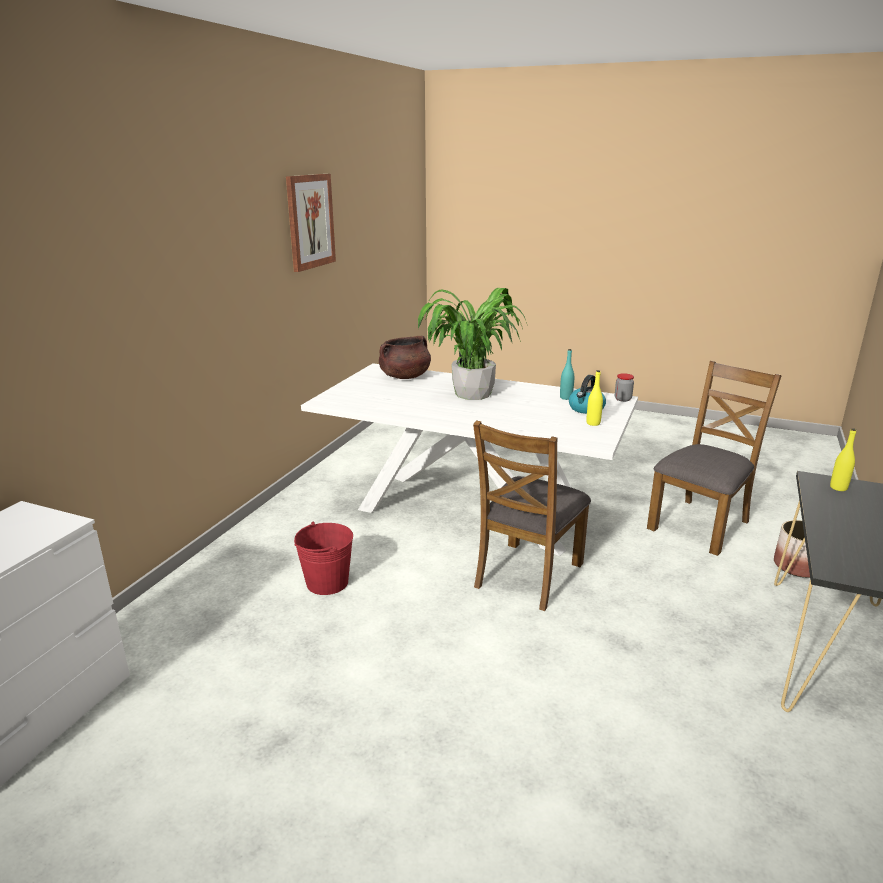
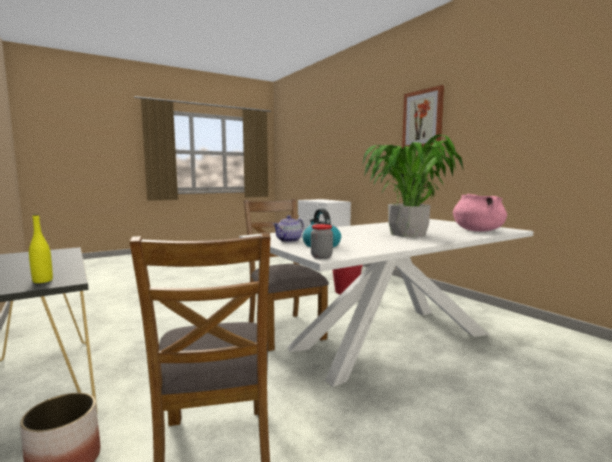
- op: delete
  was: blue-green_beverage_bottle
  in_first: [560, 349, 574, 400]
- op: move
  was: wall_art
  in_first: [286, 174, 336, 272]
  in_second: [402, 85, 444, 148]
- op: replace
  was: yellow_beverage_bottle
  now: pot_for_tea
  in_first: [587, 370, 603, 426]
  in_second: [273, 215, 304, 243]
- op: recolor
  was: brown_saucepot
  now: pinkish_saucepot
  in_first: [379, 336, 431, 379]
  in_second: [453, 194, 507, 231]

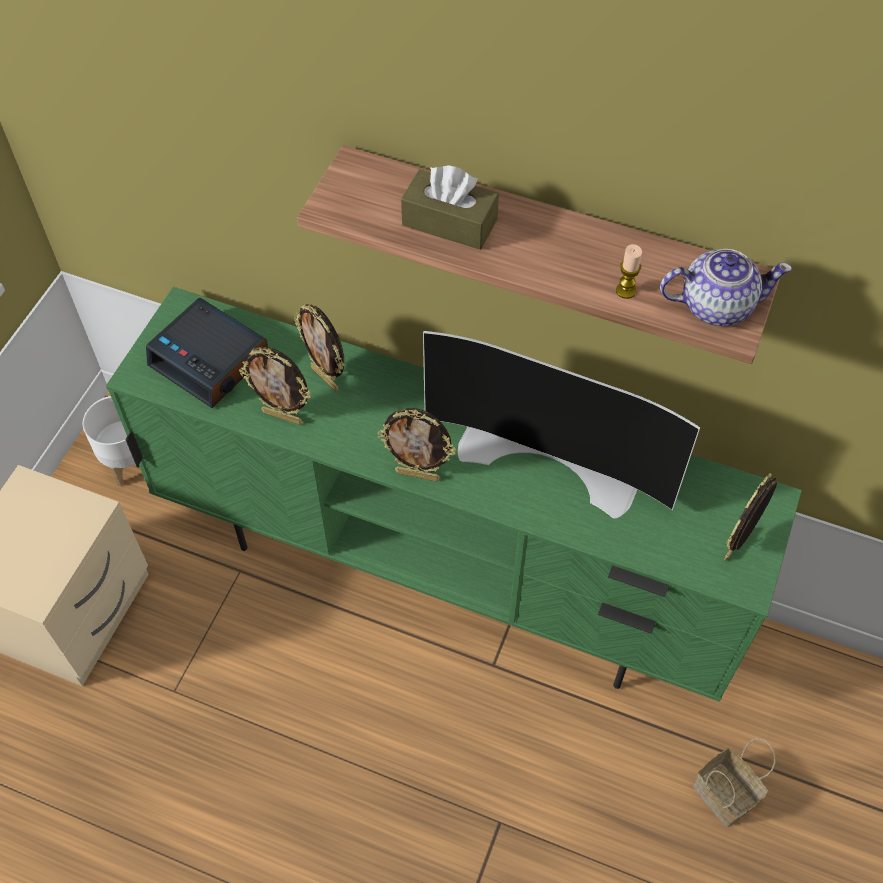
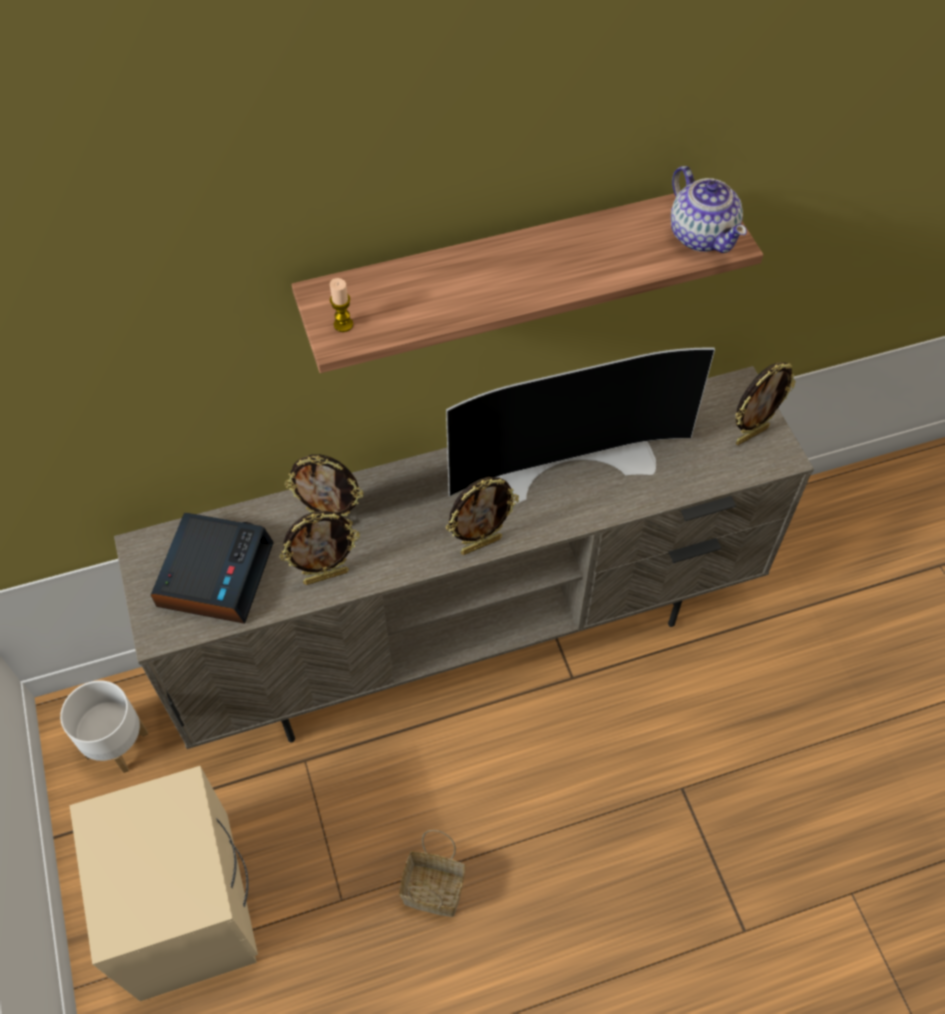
- op: delete
  was: brown_tissue_holder
  in_first: [401, 165, 499, 250]
- op: move
  was: wax_light
  in_first: [616, 244, 642, 299]
  in_second: [330, 278, 353, 332]
- op: move
  was: basket
  in_first: [693, 738, 776, 827]
  in_second: [399, 830, 465, 917]
- op: recolor
  was: green_media_console
  now: sand-coloured_media_console
  in_first: [106, 287, 802, 702]
  in_second: [114, 366, 814, 749]
- op: rotate
  was: bedside_clock
  in_first: [146, 298, 268, 408]
  in_second: [151, 513, 274, 624]
  clockwise: -75
- op: rotate
  was: pot_for_tea
  in_first: [660, 249, 792, 326]
  in_second: [671, 166, 747, 253]
  clockwise: 105
- op: rotate
  was: photo_frame
  in_first: [724, 473, 777, 561]
  in_second: [735, 362, 796, 445]
  clockwise: -120

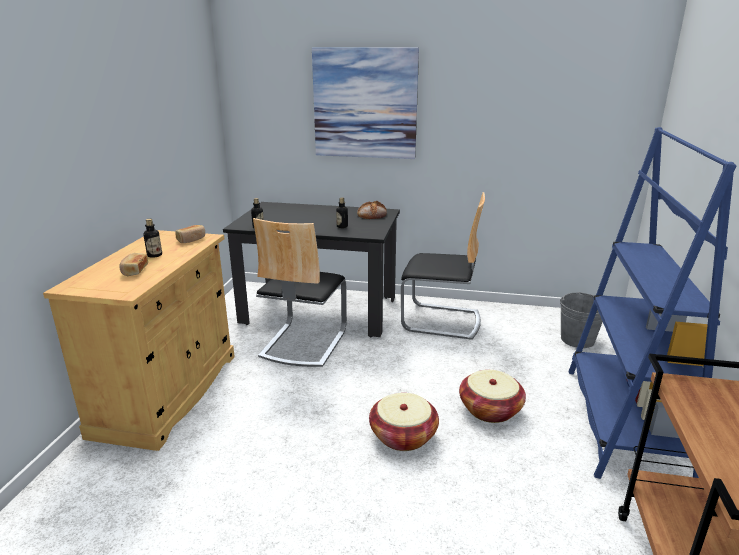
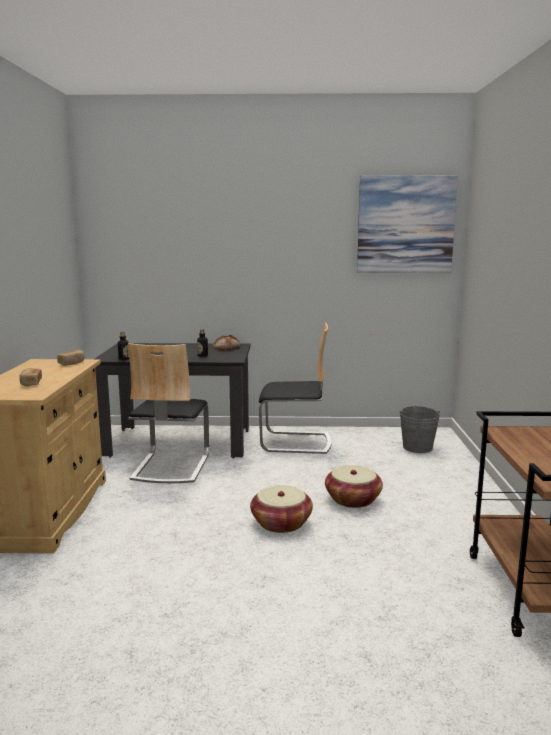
- op: delete
  was: beverage_bottle
  in_first: [144, 219, 162, 258]
- op: delete
  was: blue_shelving_unit
  in_first: [568, 127, 736, 479]
- op: move
  was: wall_art
  in_first: [312, 47, 419, 159]
  in_second: [357, 175, 458, 273]

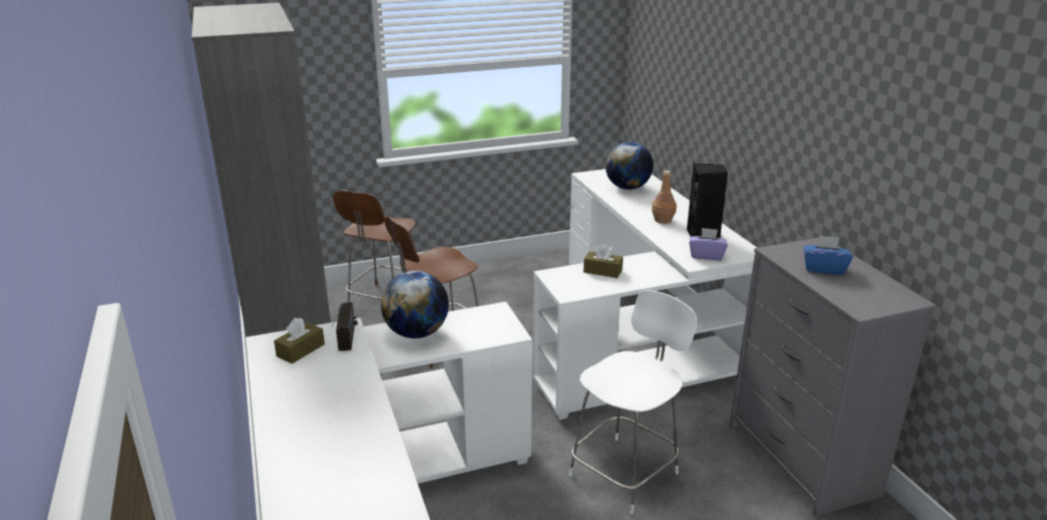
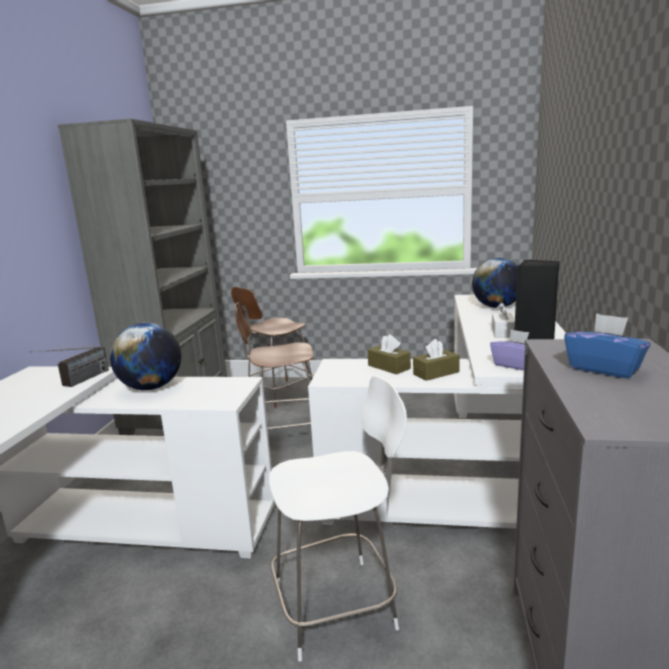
- op: move
  was: brown_tissue_holder
  in_first: [274, 318, 325, 364]
  in_second: [413, 339, 460, 381]
- op: replace
  was: brown_beverage_bottle
  now: white_tissue_holder
  in_first: [652, 170, 676, 224]
  in_second: [492, 303, 515, 338]

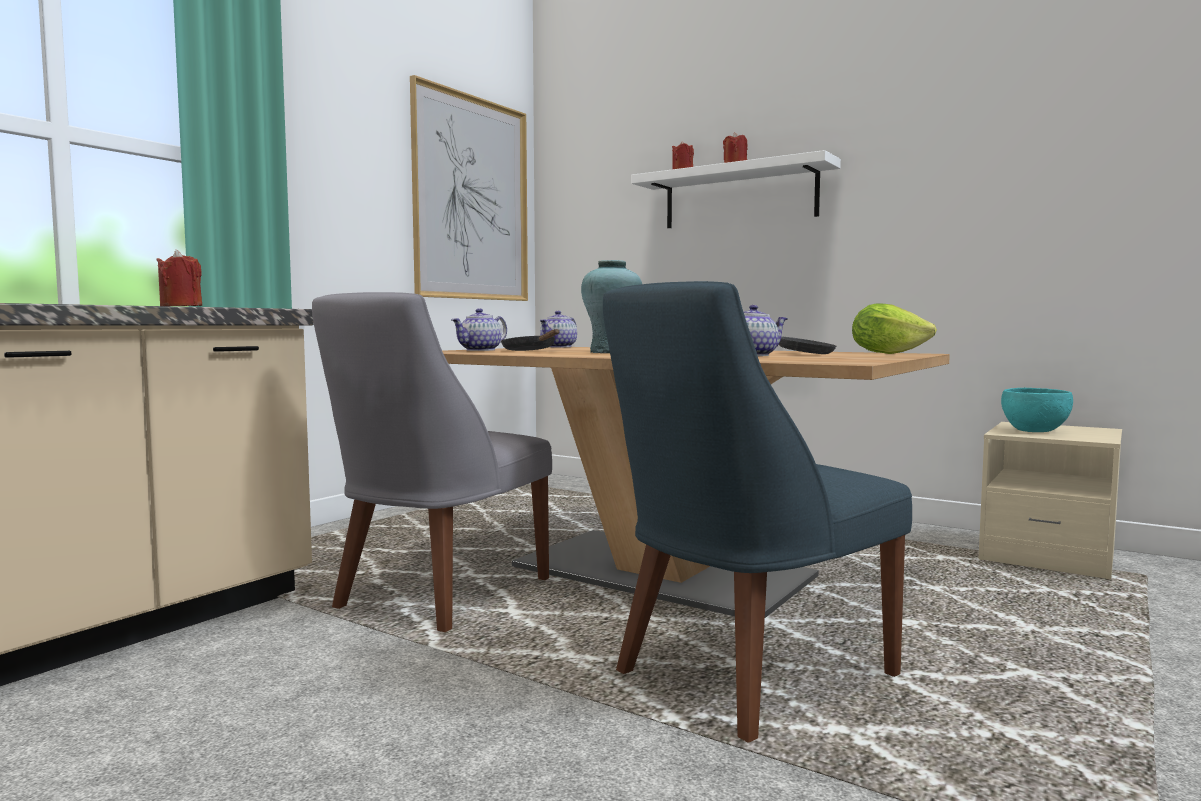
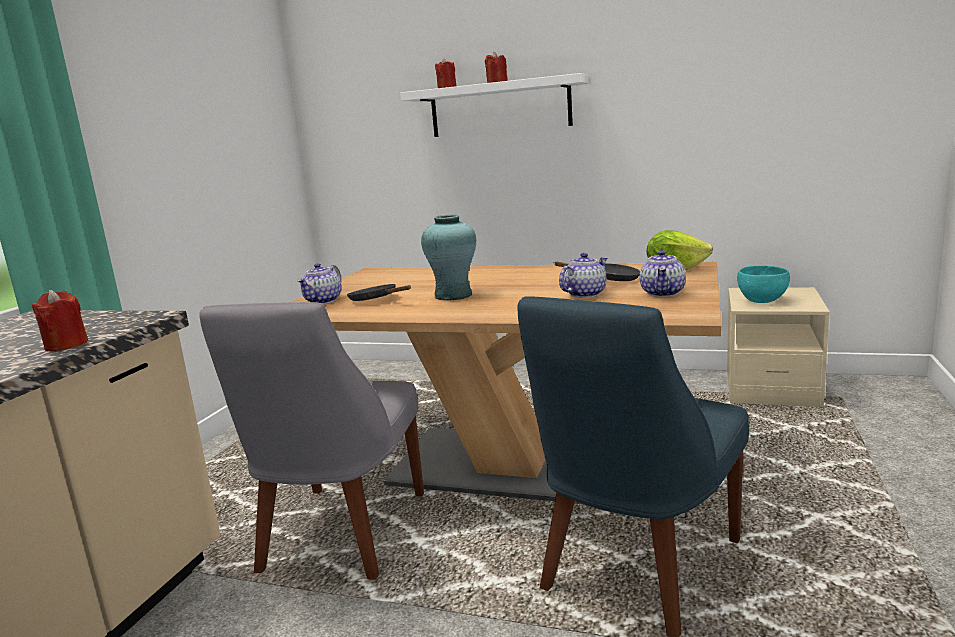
- op: delete
  was: wall_art
  in_first: [410, 75, 528, 301]
- op: move
  was: pot_for_tea
  in_first: [539, 311, 577, 347]
  in_second: [640, 250, 686, 297]

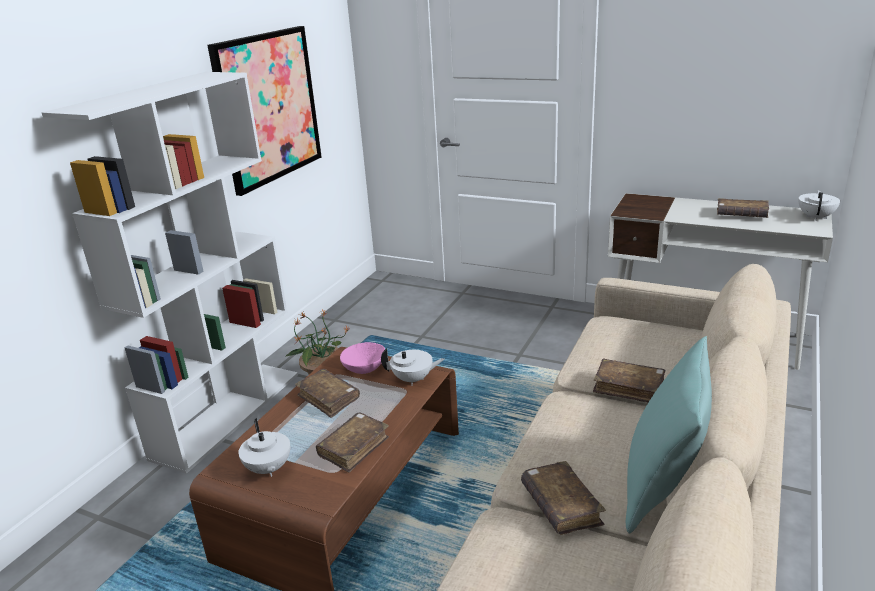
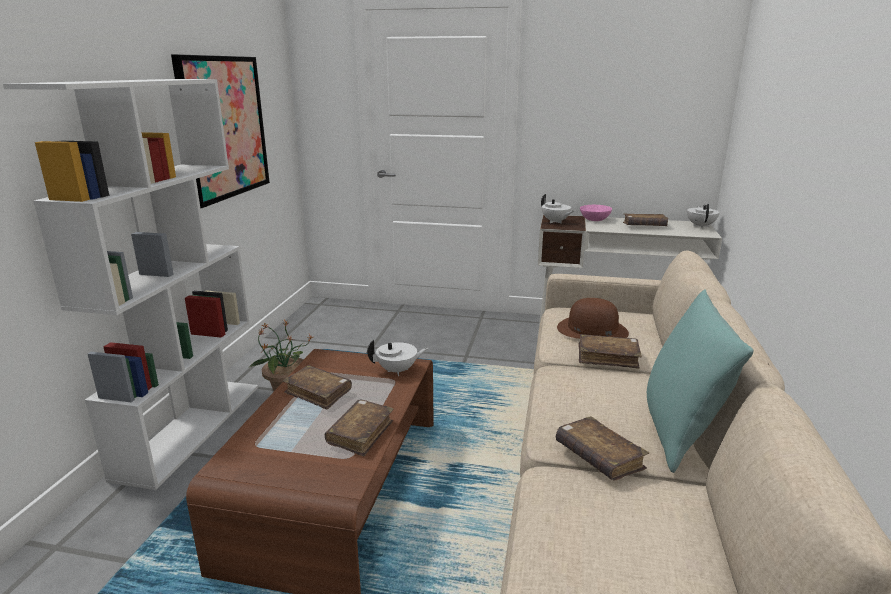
- op: insert
  now: brown_wearable_hat
  in_second: [557, 298, 629, 339]
- op: move
  was: white_pot_for_tea
  in_first: [238, 418, 290, 477]
  in_second: [541, 194, 574, 223]
- op: move
  was: pinkish_deep_dish
  in_first: [340, 342, 385, 374]
  in_second: [580, 205, 612, 221]

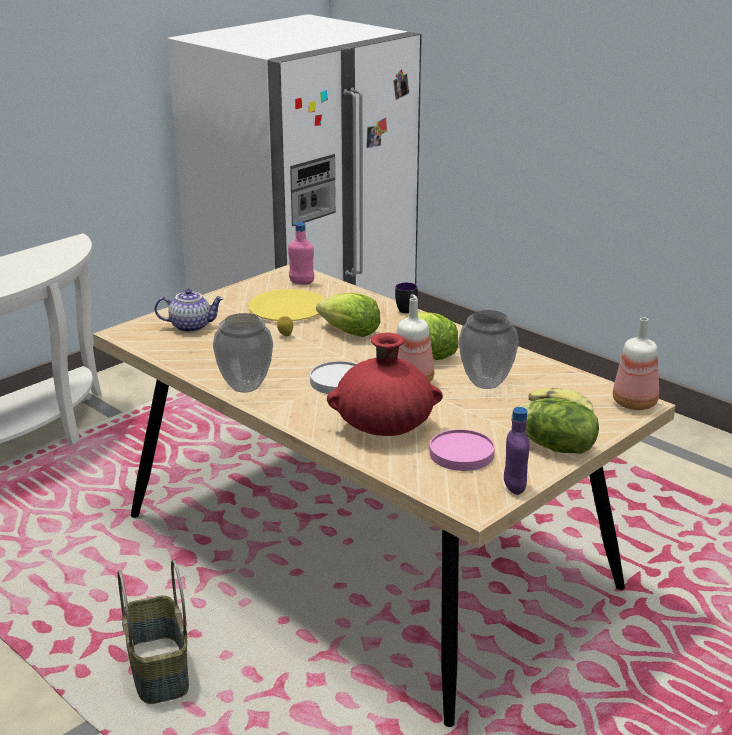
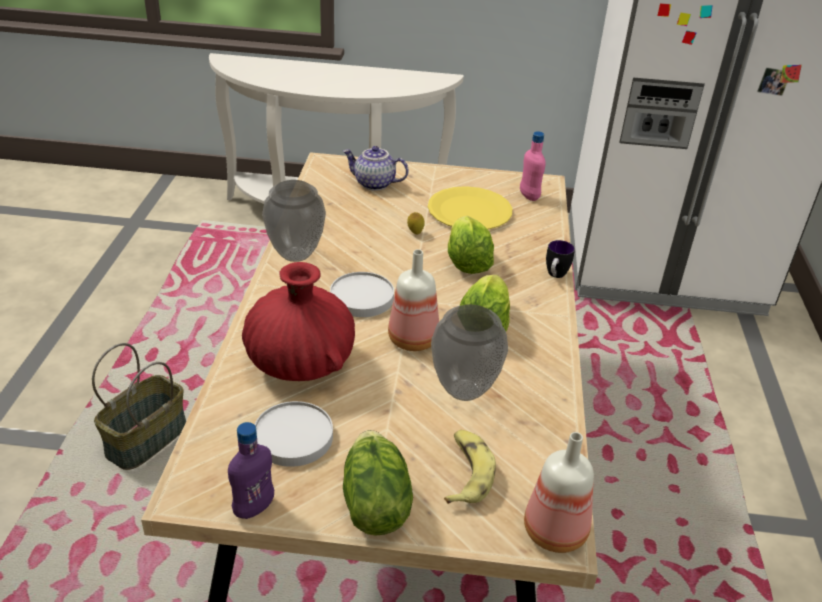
- op: recolor
  was: pinkish_plate
  now: white_plate
  in_first: [429, 429, 495, 471]
  in_second: [254, 401, 333, 467]
- op: rotate
  was: pot_for_tea
  in_first: [154, 289, 224, 333]
  in_second: [343, 146, 409, 191]
  clockwise: 150

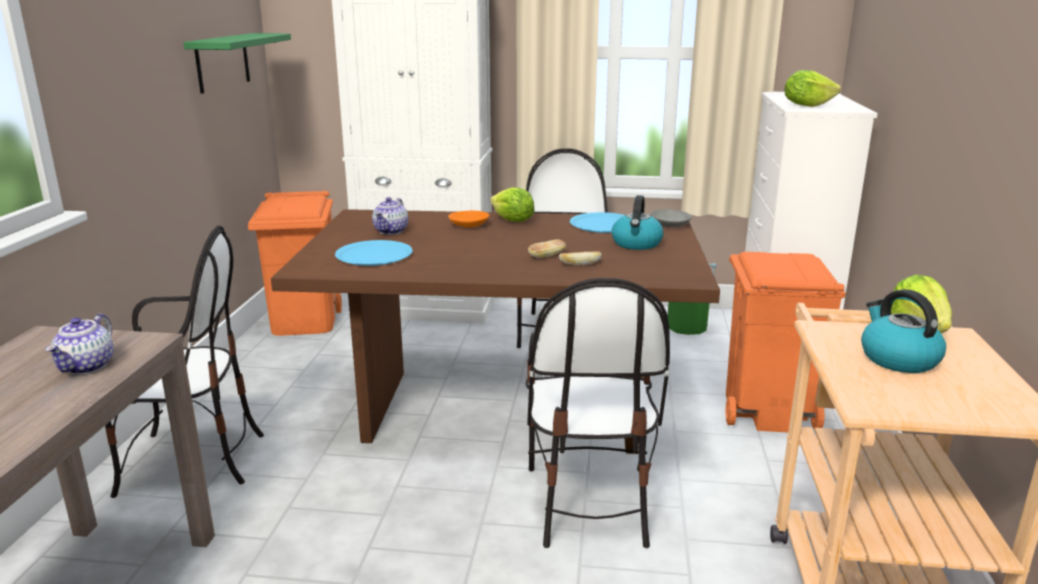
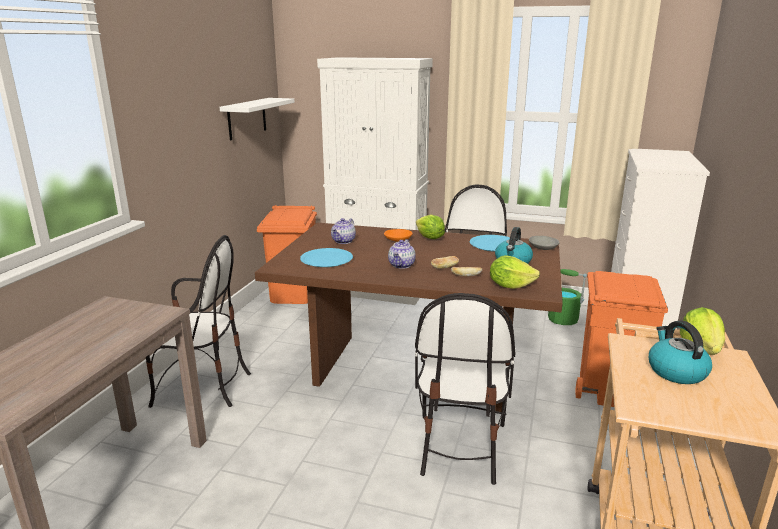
- op: move
  was: pot_for_tea
  in_first: [46, 314, 113, 374]
  in_second: [388, 239, 416, 269]
- op: move
  was: head_of_lettuce
  in_first: [784, 70, 841, 107]
  in_second: [490, 255, 540, 289]
- op: recolor
  was: green_shelf
  now: white_shelf
  in_first: [183, 33, 291, 94]
  in_second: [219, 98, 295, 140]

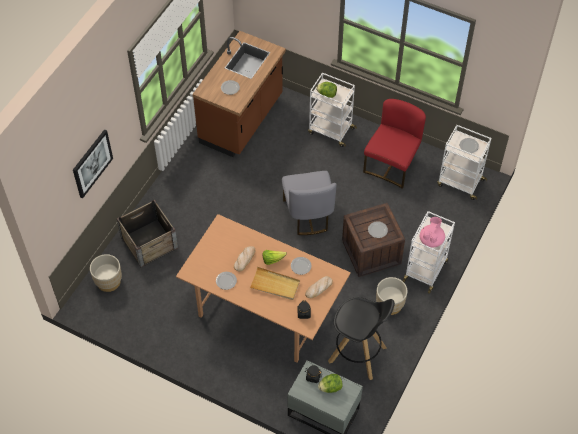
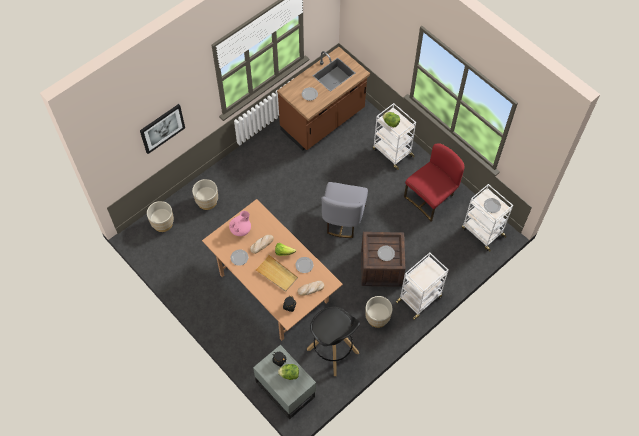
- op: move
  was: pinkish_pot_for_tea
  in_first: [420, 217, 445, 247]
  in_second: [229, 211, 251, 236]
- op: replace
  was: packing_crate
  now: sand-coloured_planter
  in_first: [117, 200, 178, 267]
  in_second: [192, 179, 218, 210]

